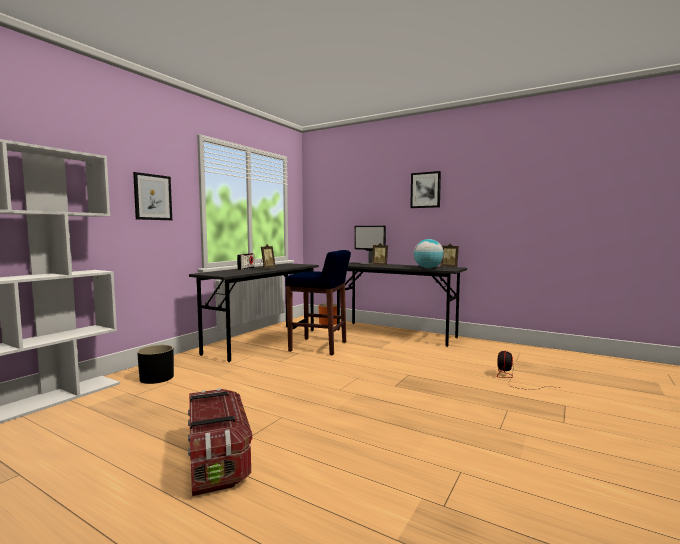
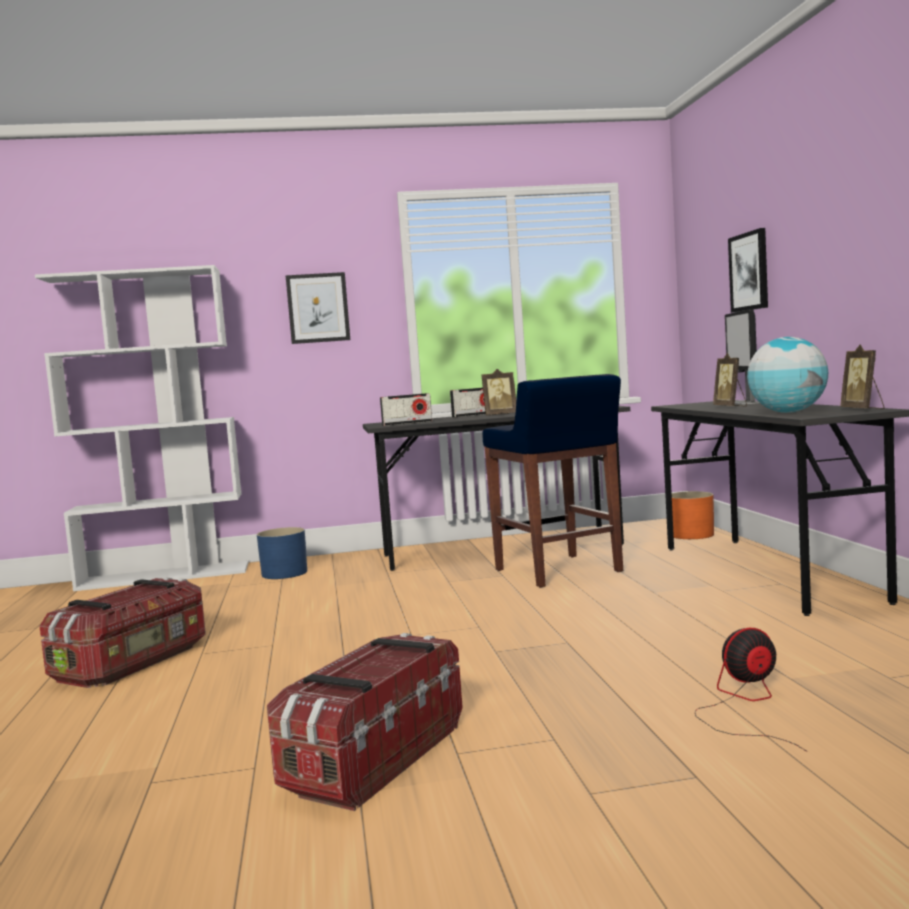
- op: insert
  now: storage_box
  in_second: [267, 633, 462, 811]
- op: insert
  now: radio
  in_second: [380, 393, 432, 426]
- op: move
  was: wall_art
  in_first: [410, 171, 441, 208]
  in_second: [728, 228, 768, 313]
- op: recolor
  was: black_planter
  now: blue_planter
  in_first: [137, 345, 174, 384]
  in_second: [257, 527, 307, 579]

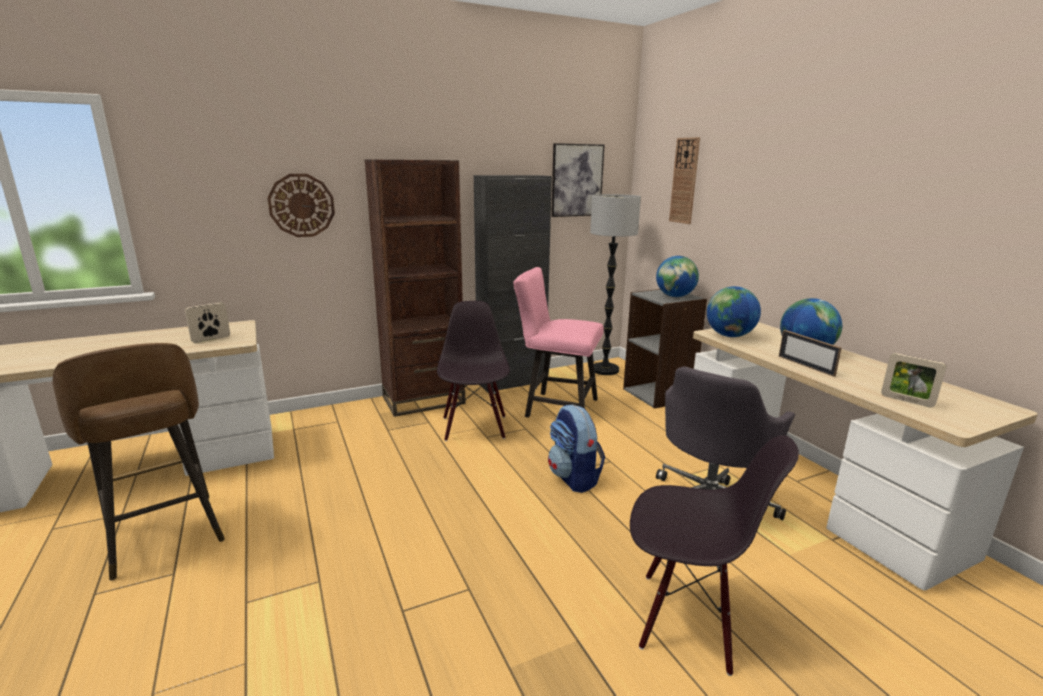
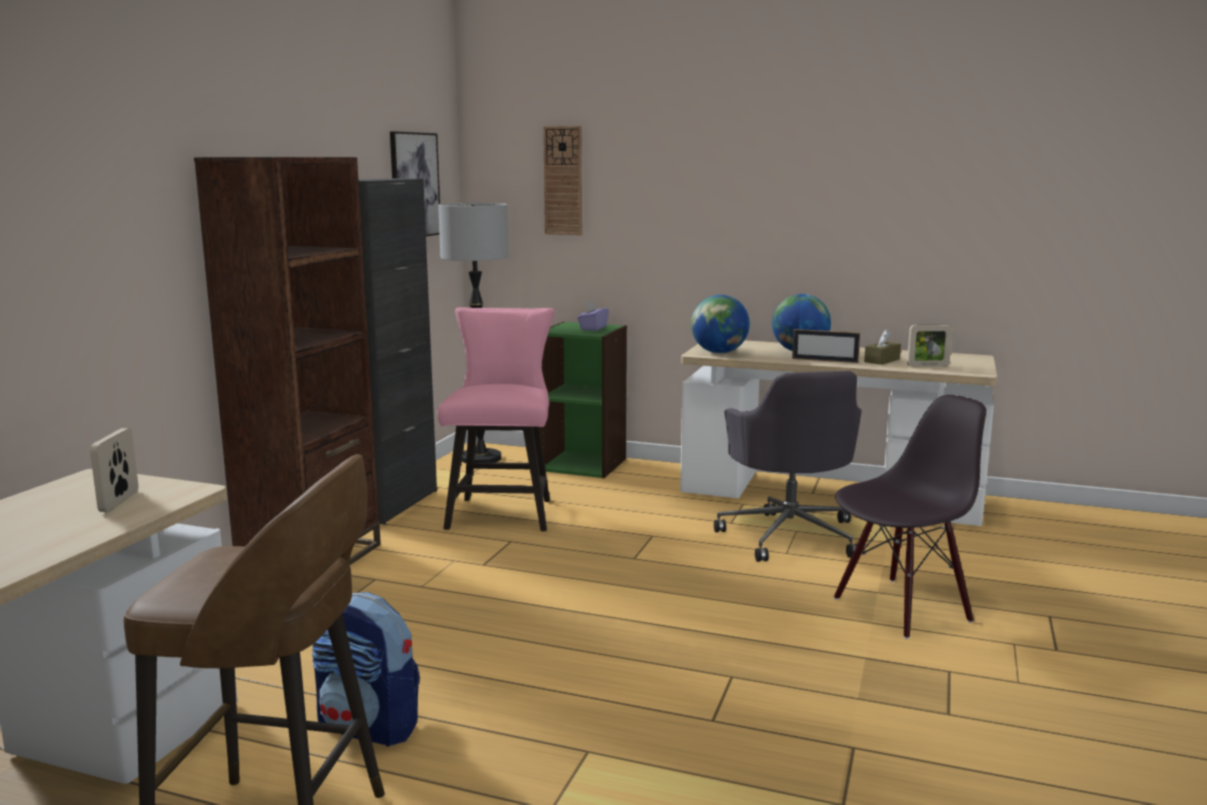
- op: delete
  was: hanging_clock
  in_first: [268, 174, 335, 237]
- op: delete
  was: black_plain_chair
  in_first: [437, 301, 510, 441]
- op: insert
  now: brown_tissue_holder
  in_second: [864, 330, 901, 365]
- op: move
  was: backpack
  in_first: [548, 404, 605, 493]
  in_second: [312, 592, 420, 747]
- op: replace
  was: globe
  now: purplish_tissue_holder
  in_first: [656, 256, 699, 297]
  in_second: [577, 301, 609, 331]
- op: recolor
  was: gray_shelving_unit
  now: green_shelving_unit
  in_first: [623, 289, 707, 409]
  in_second: [539, 322, 627, 478]
- op: rotate
  was: pinkish_plain_chair
  in_first: [514, 267, 604, 418]
  in_second: [438, 308, 555, 531]
  clockwise: 120

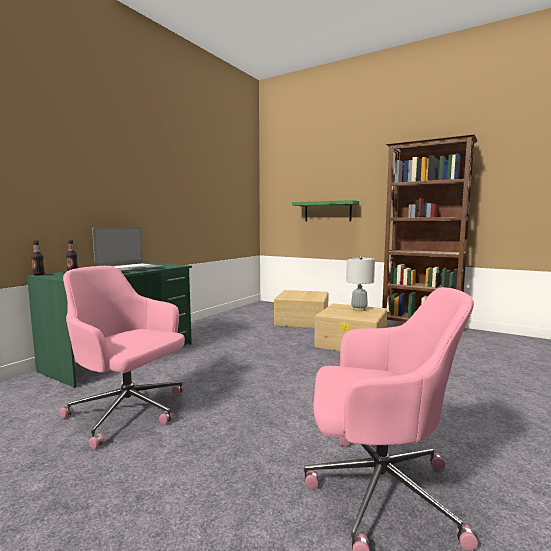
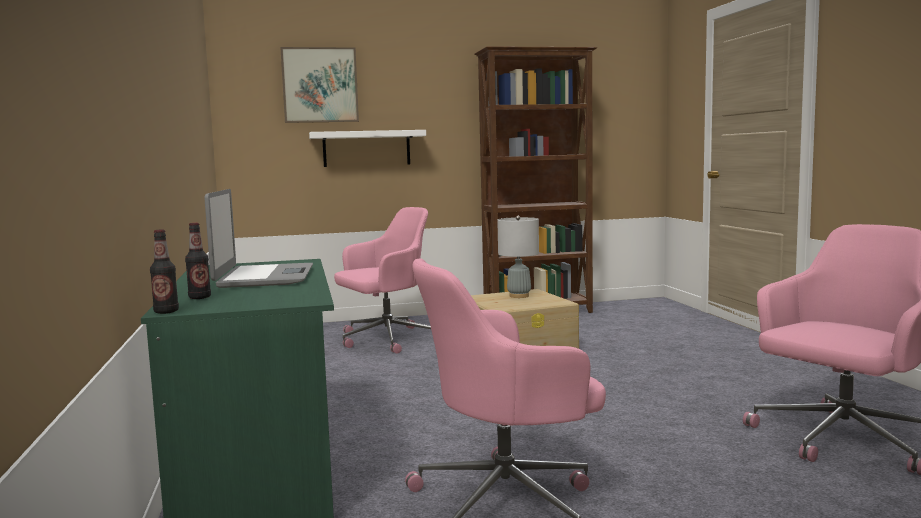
- op: insert
  now: wall_art
  in_second: [280, 47, 359, 123]
- op: replace
  was: sand-coloured_storage_box
  now: pinkish_office_chair
  in_first: [274, 290, 329, 328]
  in_second: [334, 207, 431, 354]
- op: recolor
  was: green_shelf
  now: white_shelf
  in_first: [292, 200, 359, 222]
  in_second: [309, 130, 426, 167]

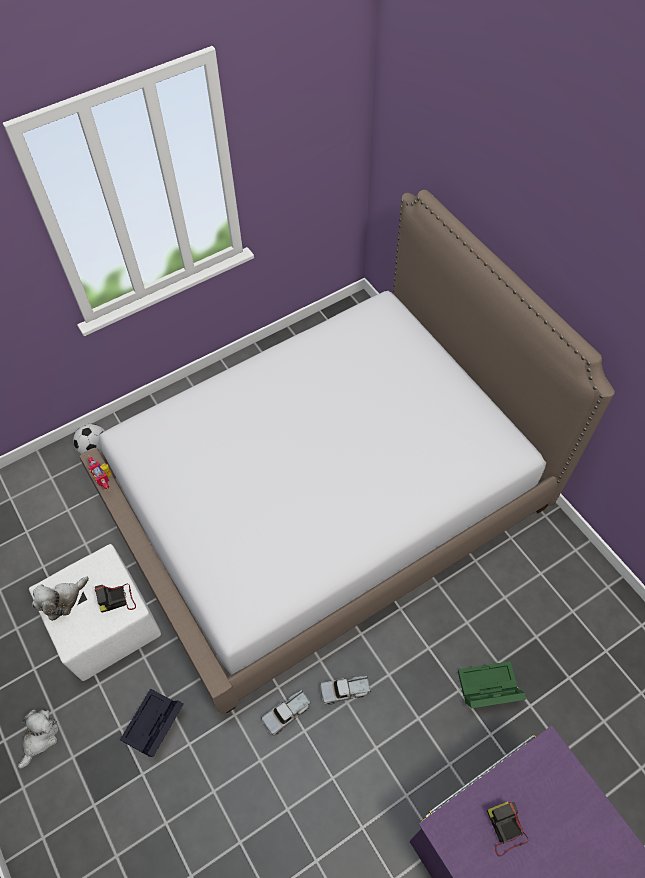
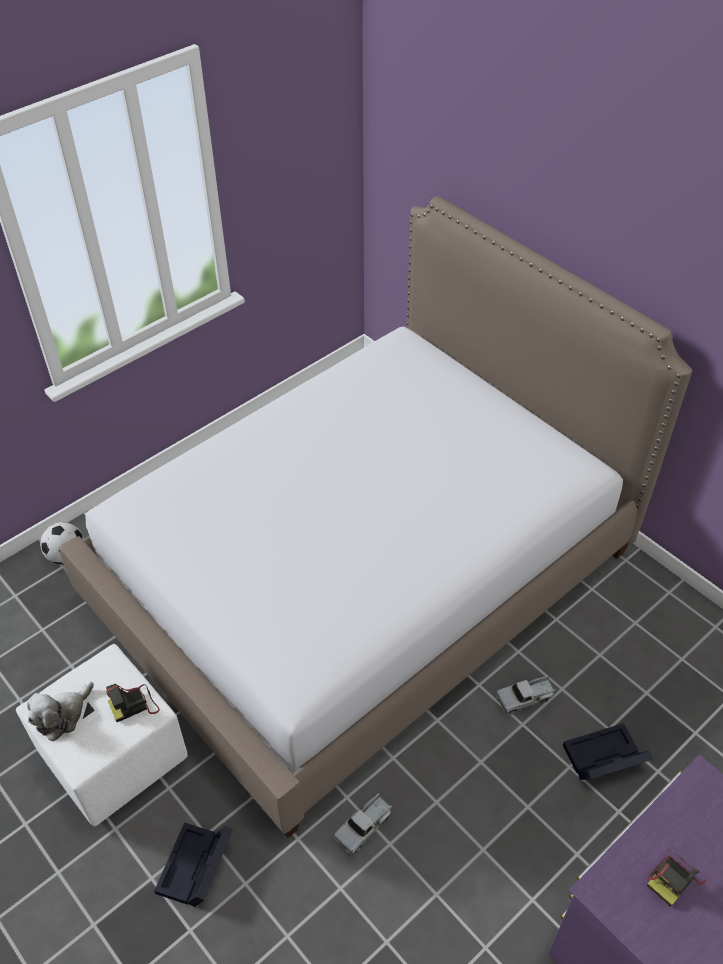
- op: delete
  was: soft_toy
  in_first: [18, 709, 58, 769]
- op: delete
  was: robot_figure
  in_first: [88, 455, 112, 491]
- op: move
  was: toy_lorry
  in_first: [320, 676, 371, 705]
  in_second: [496, 675, 556, 714]
- op: recolor
  was: green_storage_box
  now: black_storage_box
  in_first: [458, 661, 526, 708]
  in_second: [563, 723, 653, 780]
- op: rotate
  was: photo_camera
  in_first: [487, 802, 528, 857]
  in_second: [647, 850, 707, 907]
  clockwise: -105

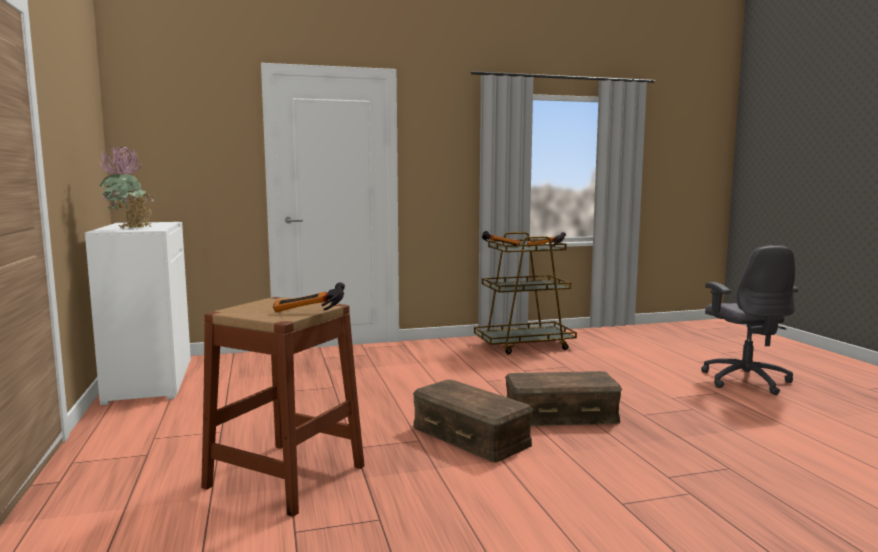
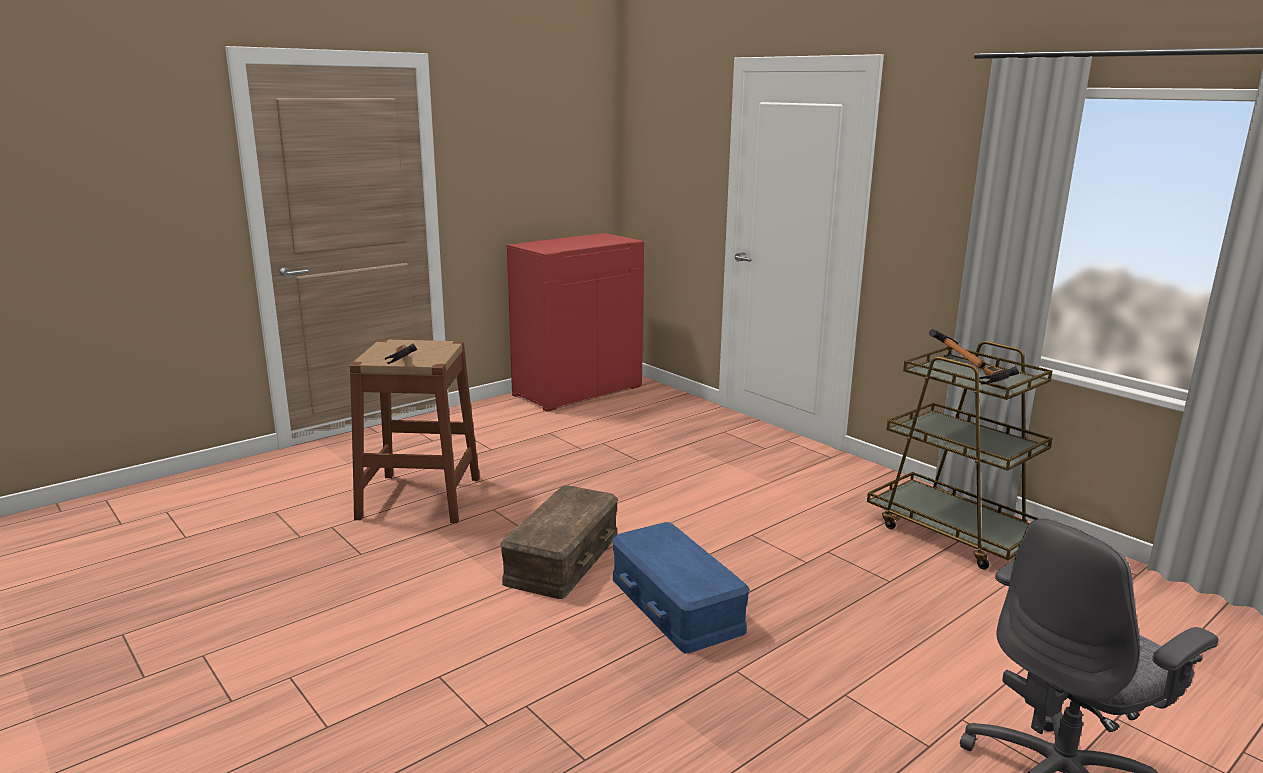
- op: delete
  was: houseplant
  in_first: [100, 144, 154, 228]
- op: recolor
  was: white_storage_cabinet
  now: red-coloured_storage_cabinet
  in_first: [85, 222, 191, 405]
  in_second: [507, 233, 644, 412]
- op: recolor
  was: brown_storage_box
  now: blue_storage_box
  in_first: [505, 371, 622, 426]
  in_second: [612, 522, 750, 653]

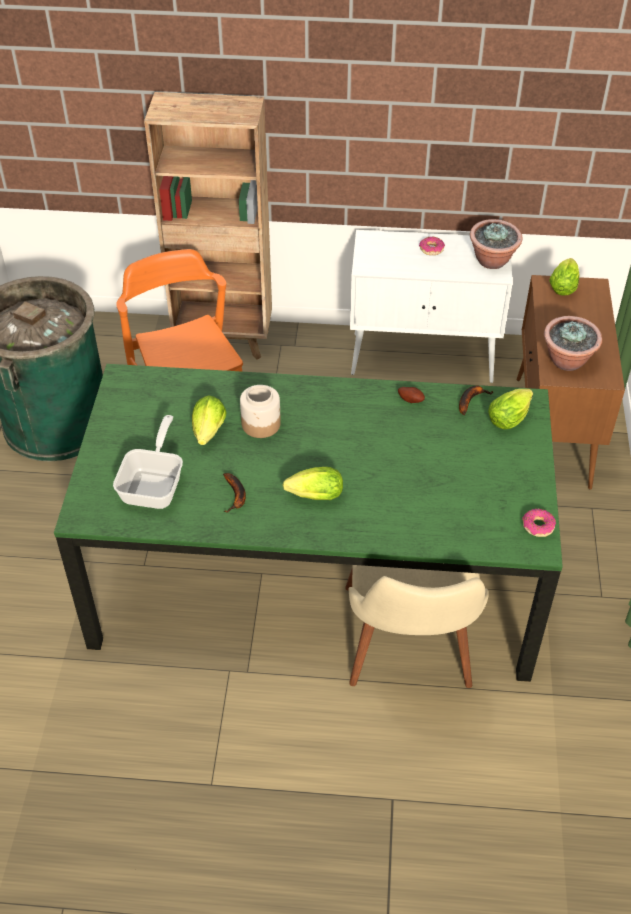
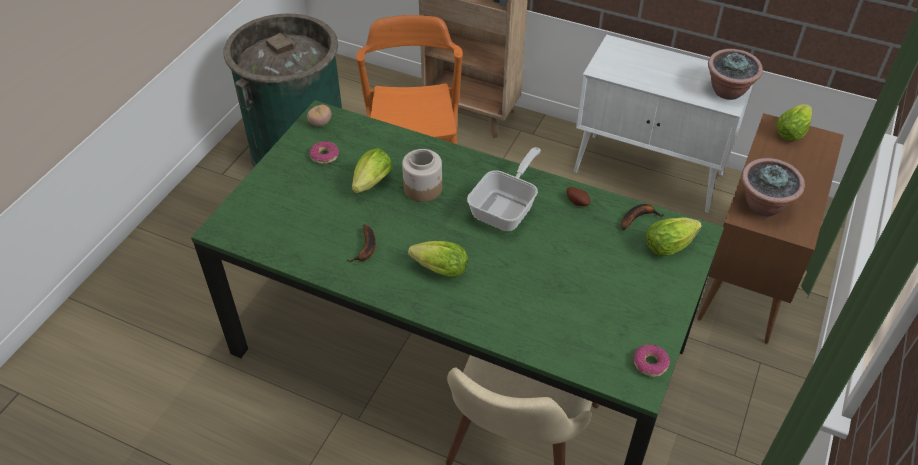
- op: insert
  now: tomato
  in_second: [307, 105, 331, 126]
- op: move
  was: pan
  in_first: [113, 415, 183, 509]
  in_second: [467, 147, 541, 231]
- op: move
  was: donut
  in_first: [419, 237, 445, 255]
  in_second: [309, 141, 339, 164]

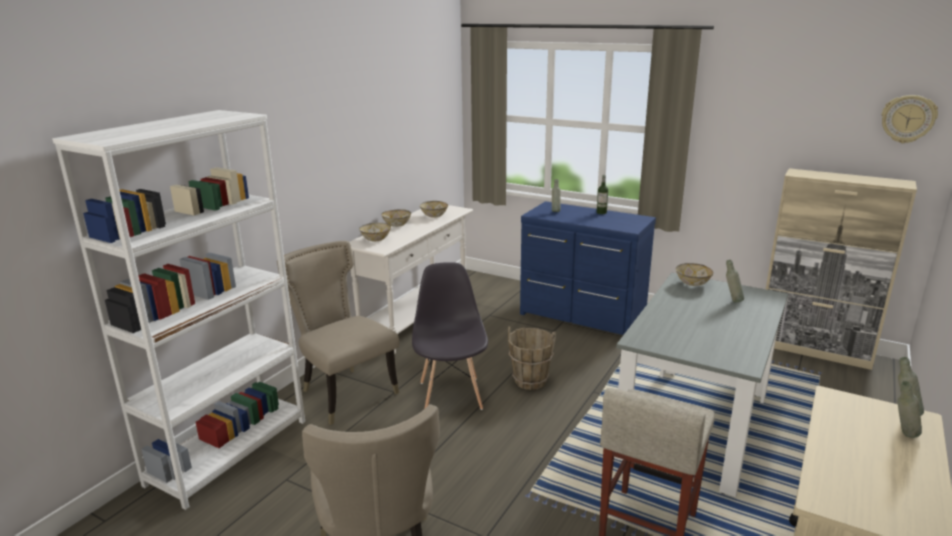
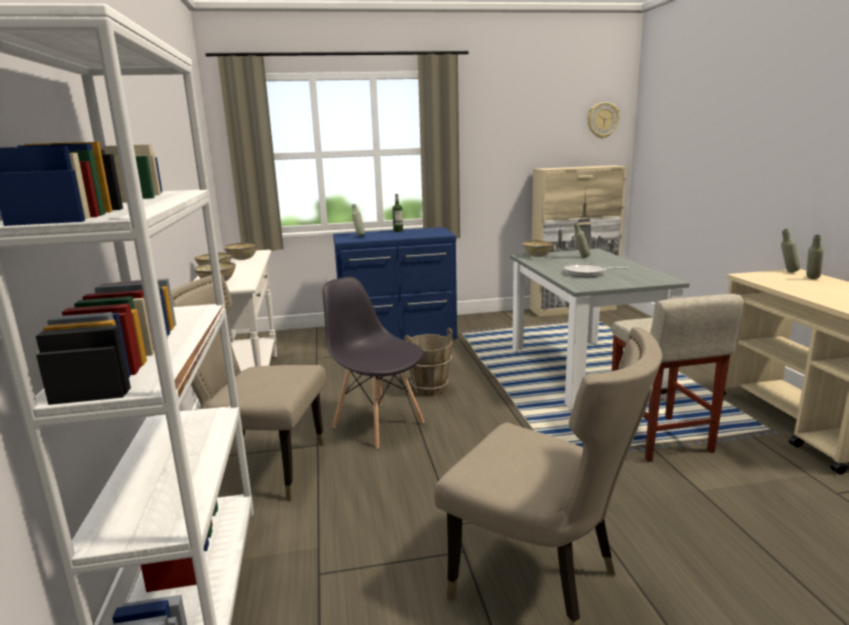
- op: insert
  now: pan
  in_second: [564, 263, 630, 277]

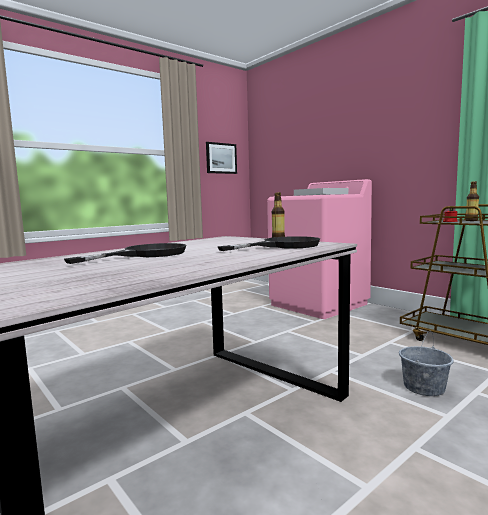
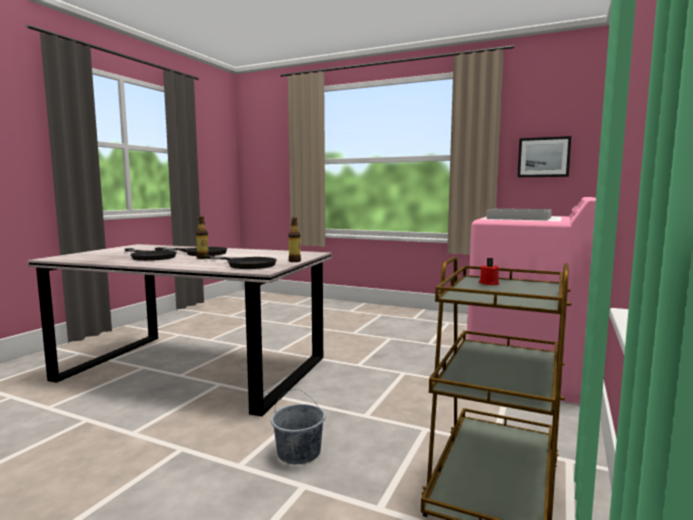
- op: insert
  now: black_pan
  in_second: [125, 248, 177, 261]
- op: move
  was: beverage_bottle
  in_first: [465, 181, 479, 221]
  in_second: [196, 216, 209, 259]

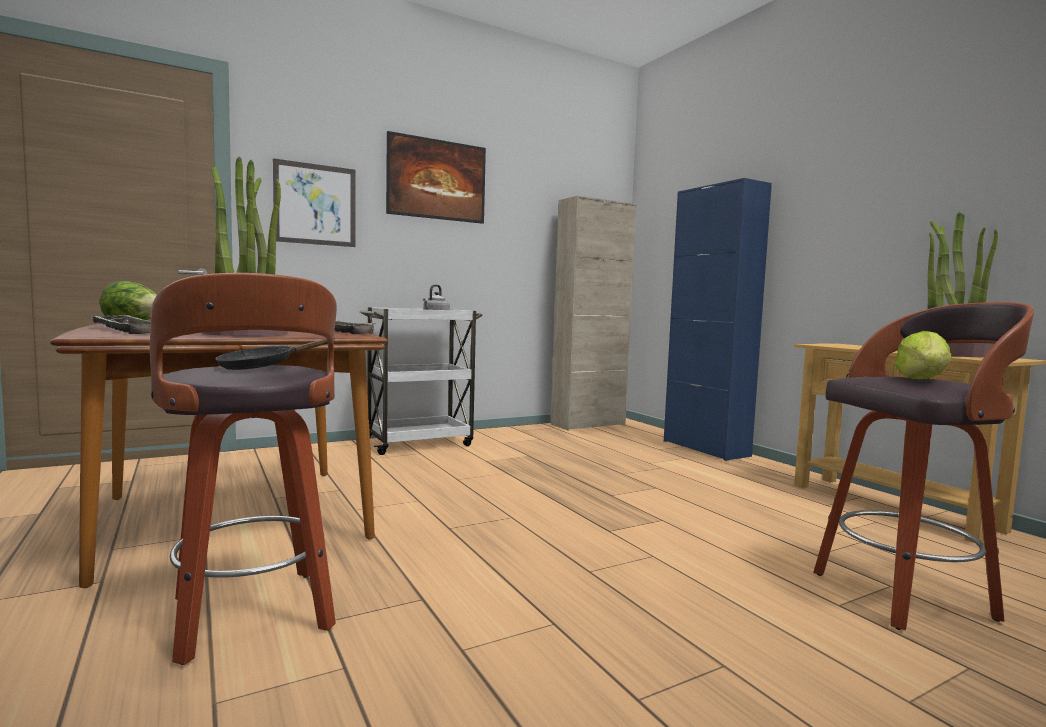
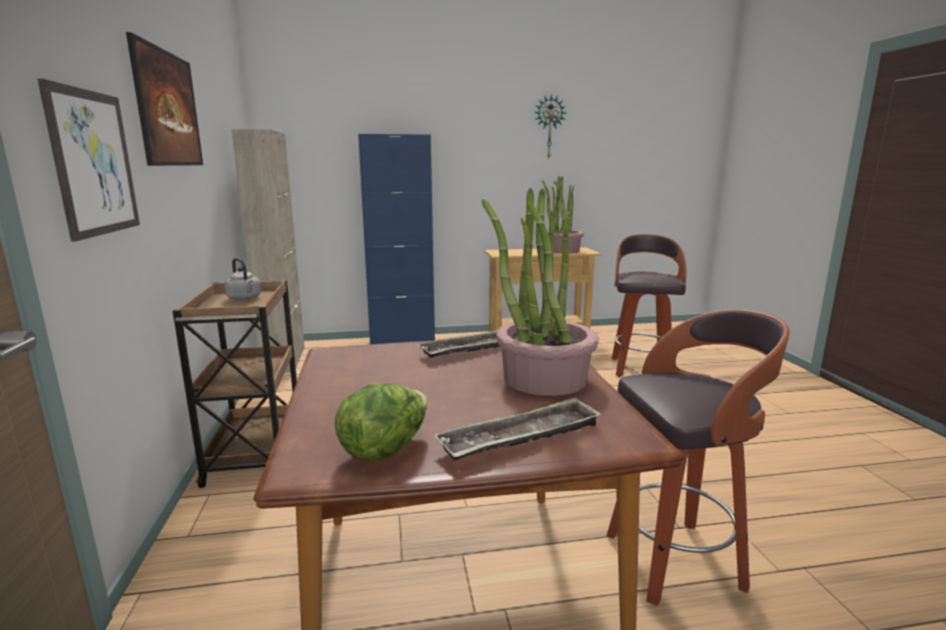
- op: delete
  was: black_pan
  in_first: [215, 338, 335, 370]
- op: delete
  was: head_of_lettuce
  in_first: [895, 331, 952, 379]
- op: insert
  now: hanging_clock
  in_second: [534, 94, 566, 158]
- op: recolor
  was: white_cart
  now: brown_cart
  in_first: [360, 307, 483, 455]
  in_second: [173, 280, 297, 488]

